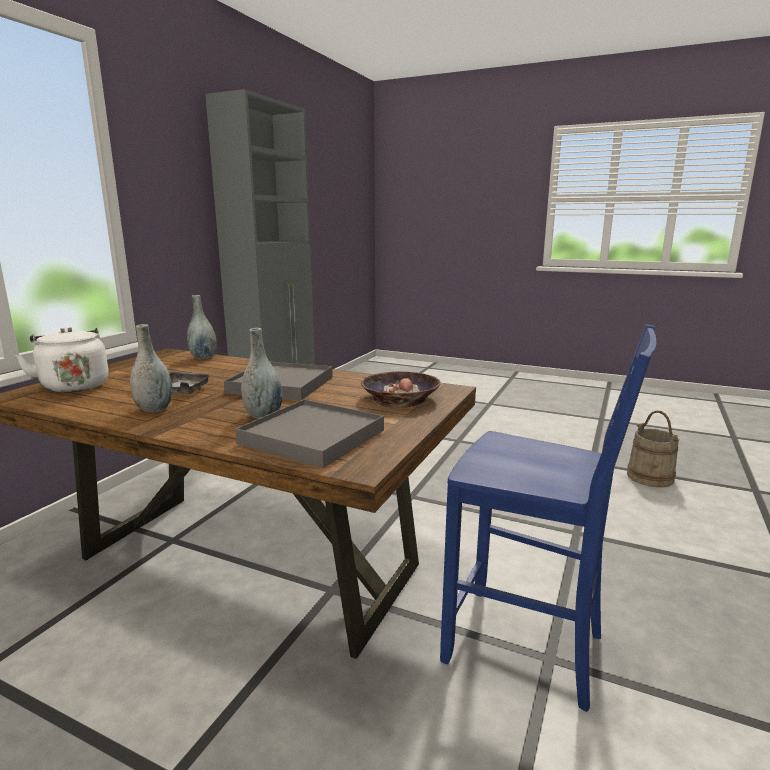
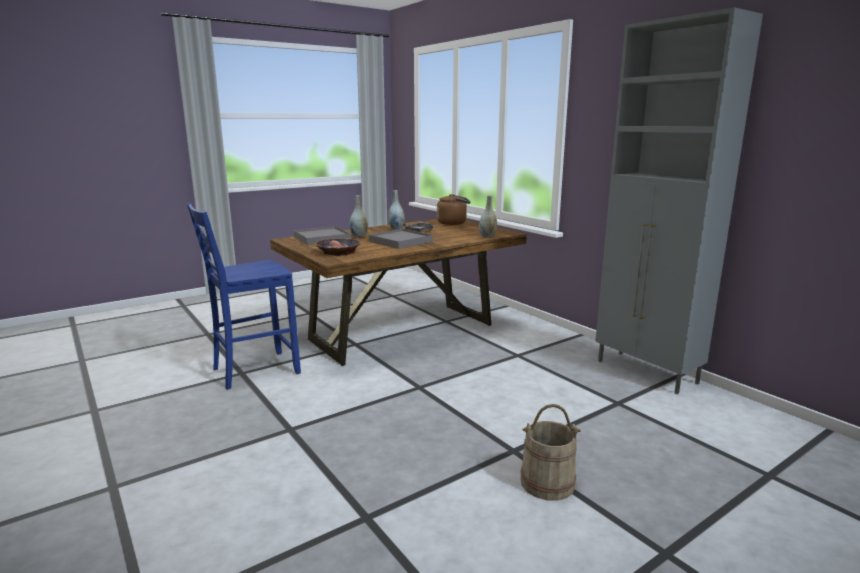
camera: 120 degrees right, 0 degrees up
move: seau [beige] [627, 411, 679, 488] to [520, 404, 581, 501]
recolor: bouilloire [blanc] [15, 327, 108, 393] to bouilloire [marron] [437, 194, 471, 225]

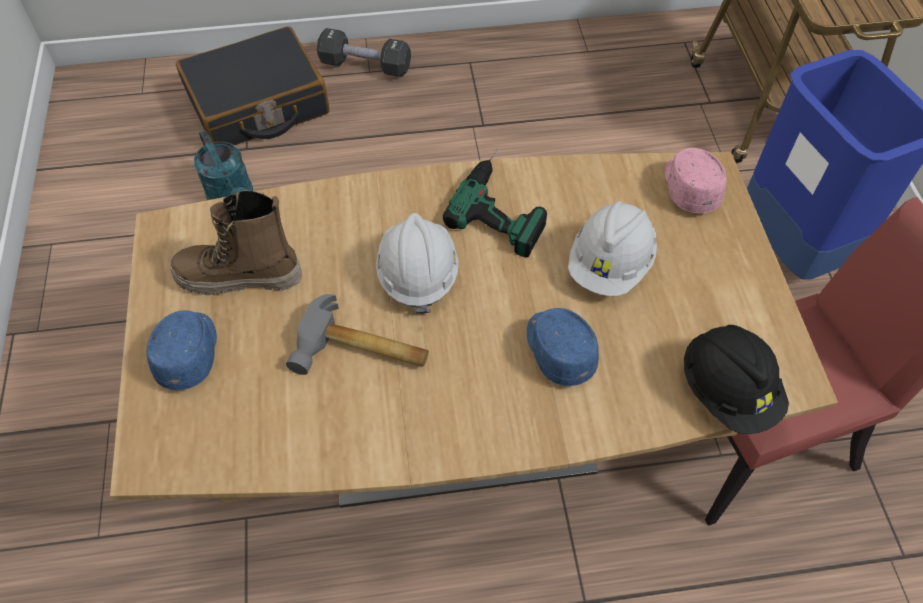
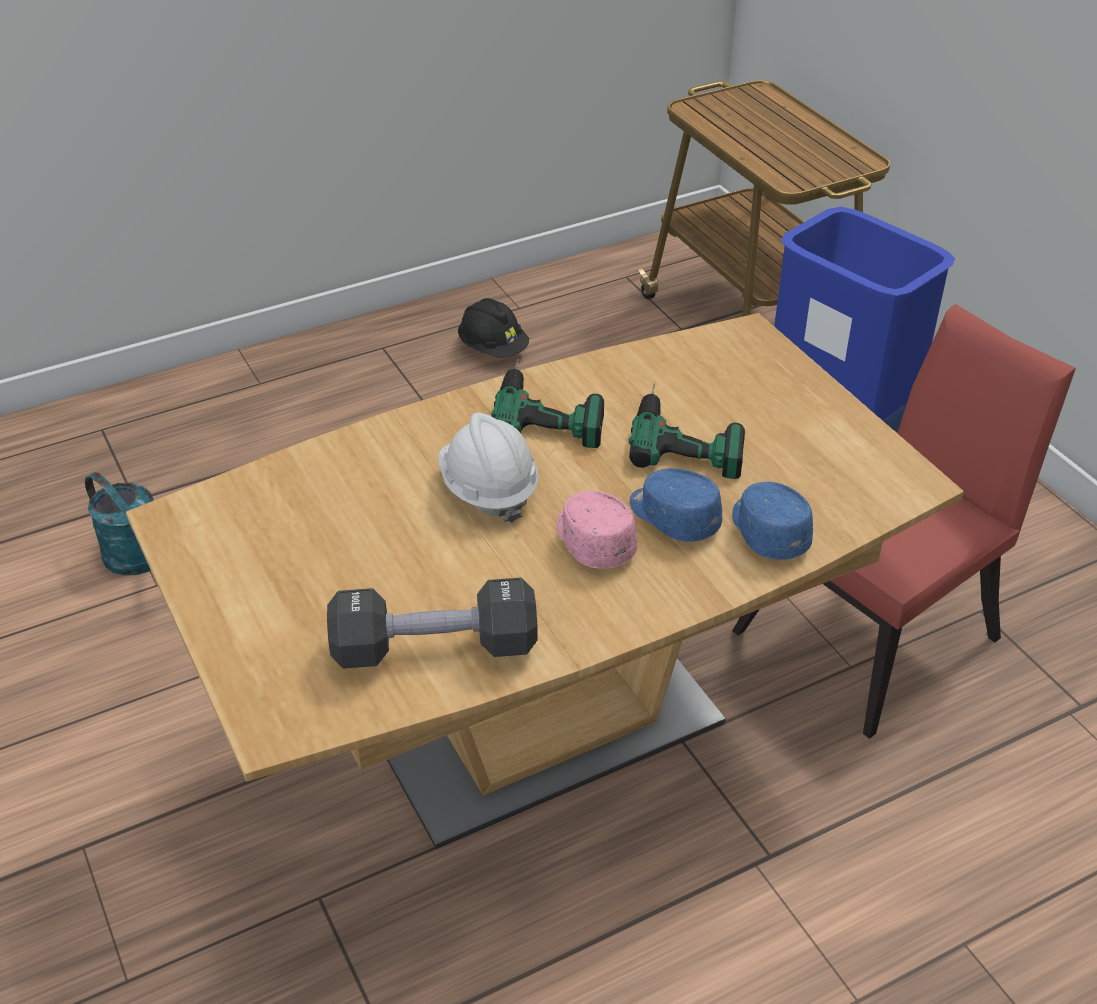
camera: 20 degrees left, 15 degrees down
delete: valise [noir] [176, 26, 330, 145]; botte [170, 190, 302, 295]; marteau [286, 294, 429, 375]
move: haltère [noir] [317, 28, 411, 77] to [327, 578, 538, 669]; casquette [rose] [665, 148, 726, 213] to [556, 491, 637, 569]; casquette [bleu] [146, 310, 217, 390] to [732, 482, 813, 559]; casque de chantier [noir] [684, 325, 789, 434] to [458, 298, 529, 358]
replace: casque de chantier [blanc] [568, 201, 657, 296] to perceuse [628, 382, 745, 479]

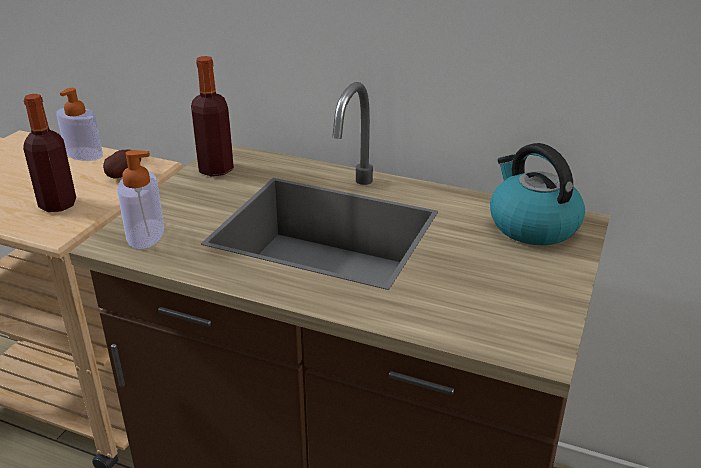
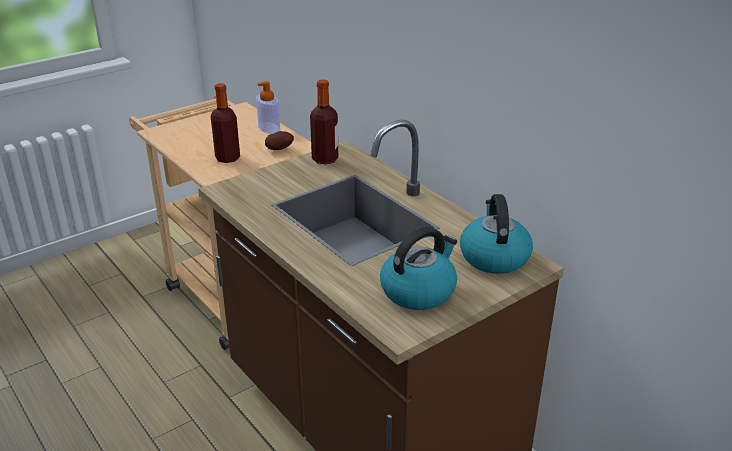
camera: 30 degrees right, 0 degrees up
delete: distributeur de savon [117, 150, 164, 249]
insert: bouilloire [380, 227, 457, 310]

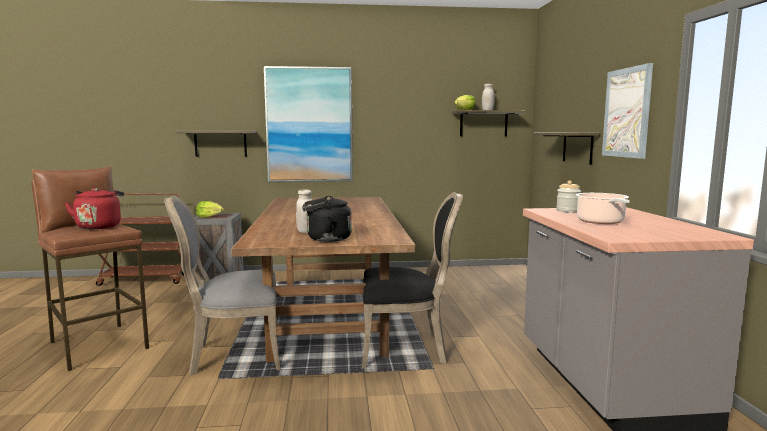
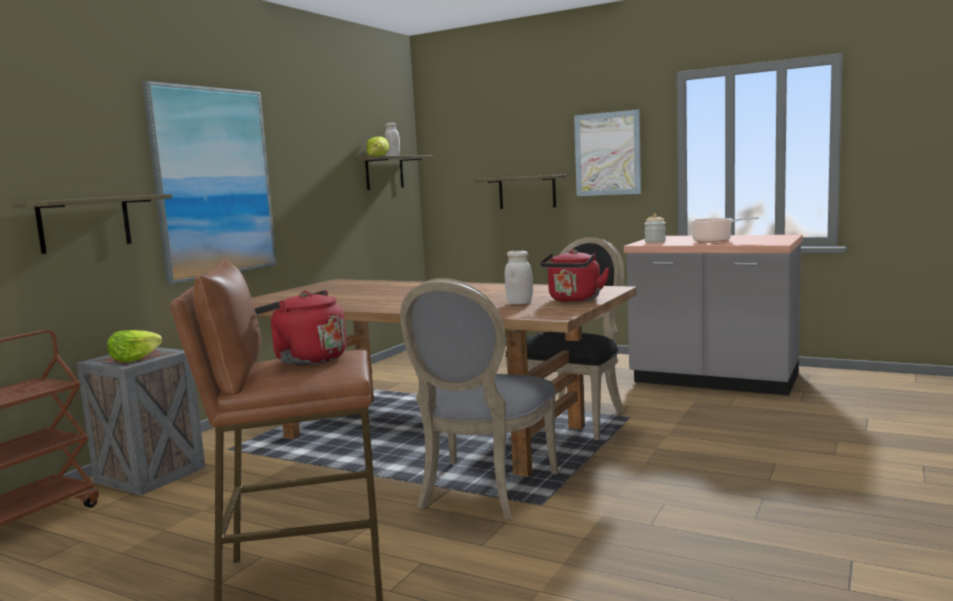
camera: 55 degrees left, 0 degrees up
recolor: bouilloire [noir] [302, 196, 352, 242] to bouilloire [rouge] [540, 249, 610, 302]

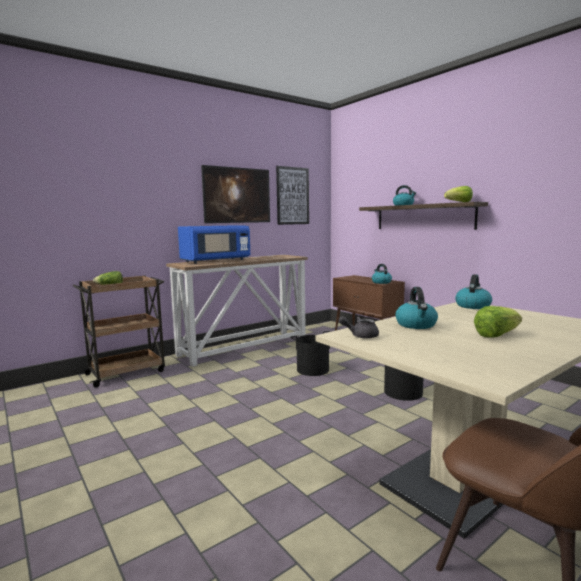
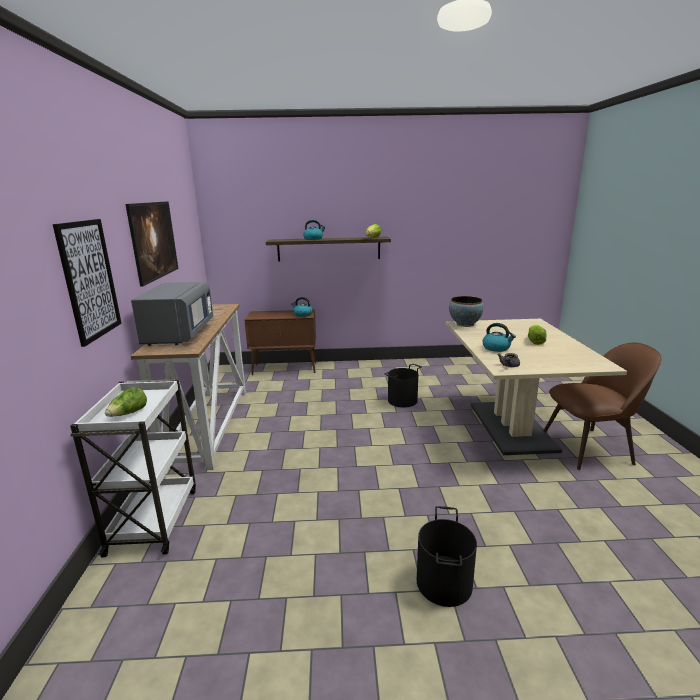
camera: 55 degrees left, 10 degrees up
move: tableau [276, 166, 309, 225] to [53, 219, 122, 347]; seau [noir] [290, 331, 330, 376] to [417, 506, 477, 607]
replace: bouilloire [455, 274, 492, 309] to bol [449, 296, 483, 327]
recolor: micro-ondes [bleu] [178, 226, 250, 264] to micro-ondes [gris] [131, 282, 213, 346]; chariot [marron] [73, 275, 165, 387] to chariot [blanc] [70, 379, 196, 557]

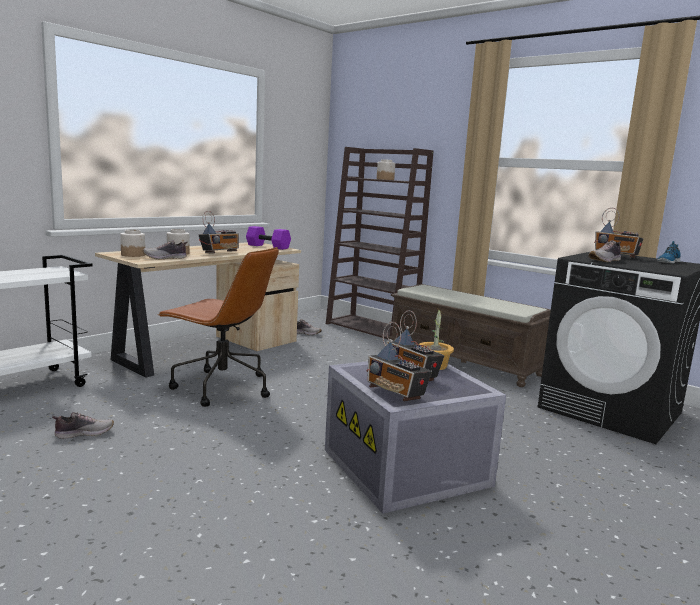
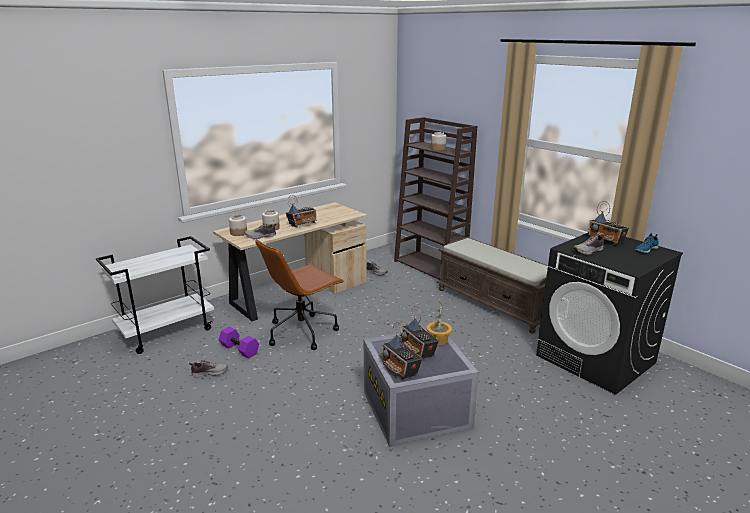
camera: 10 degrees right, 10 degrees up
move: haltère [violet] [246, 226, 291, 250] to [219, 327, 259, 358]
rotate: chaise de bureau [marron] [157, 247, 279, 407] = [255, 239, 344, 350] 105 degrees clockwise

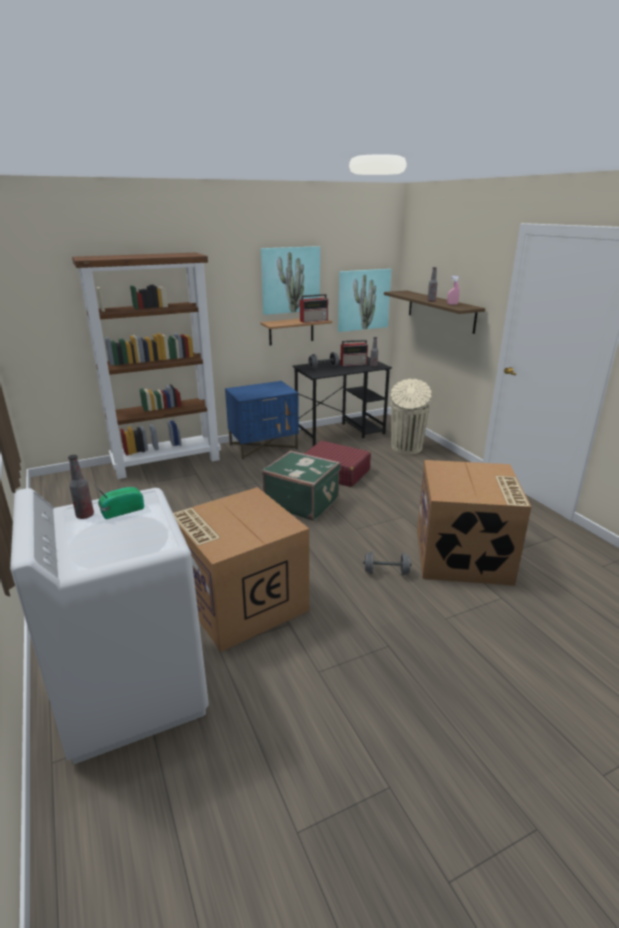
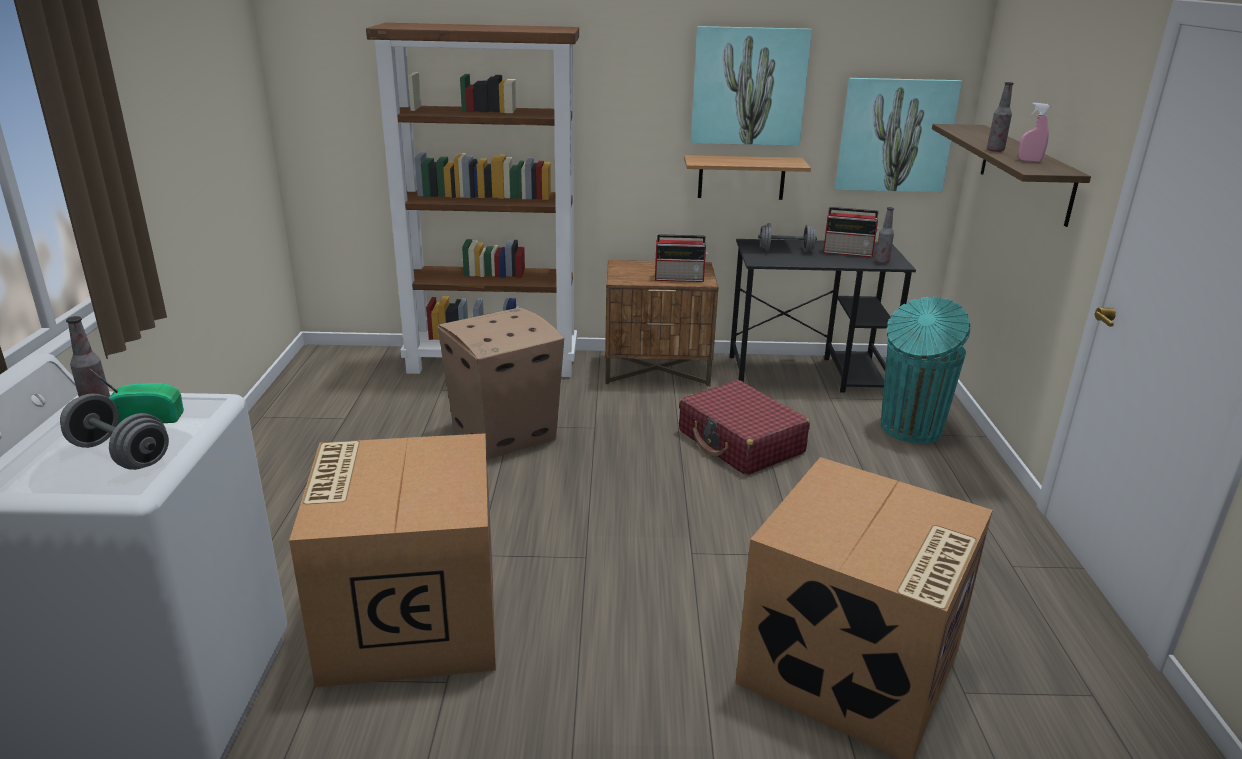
camera: 25 degrees right, 0 degrees up
delete: valise [vert] [262, 450, 341, 521]
insert: carton [437, 308, 564, 460]
move: radio [300, 294, 328, 323] to [655, 234, 708, 282]; haltère [gris] [363, 551, 411, 576] to [60, 393, 169, 470]
recolor: poubelle [beige] [391, 379, 432, 454] to poubelle [turquoise] [881, 297, 971, 444]; table de chevet [bleu] [225, 381, 299, 460] to table de chevet [marron] [605, 260, 718, 387]

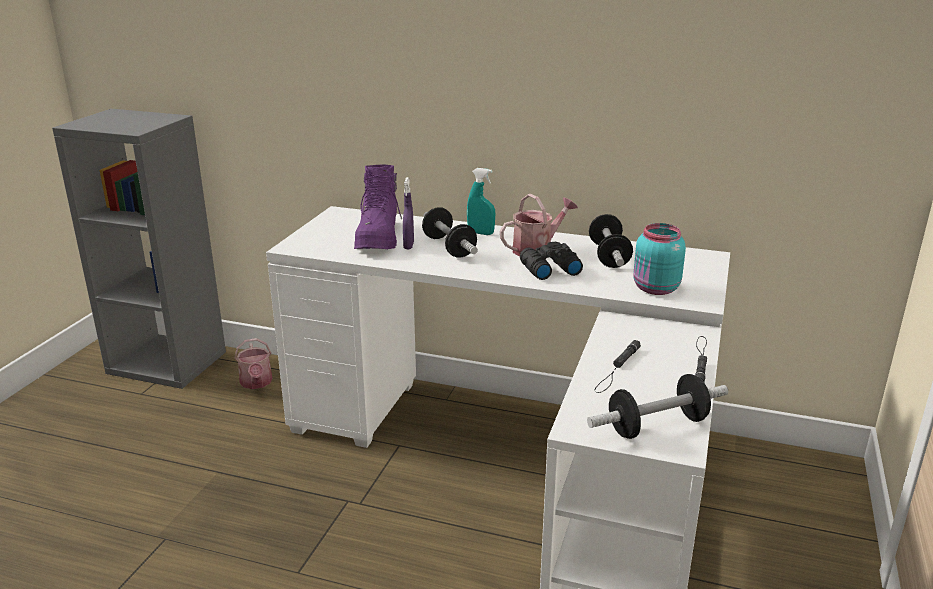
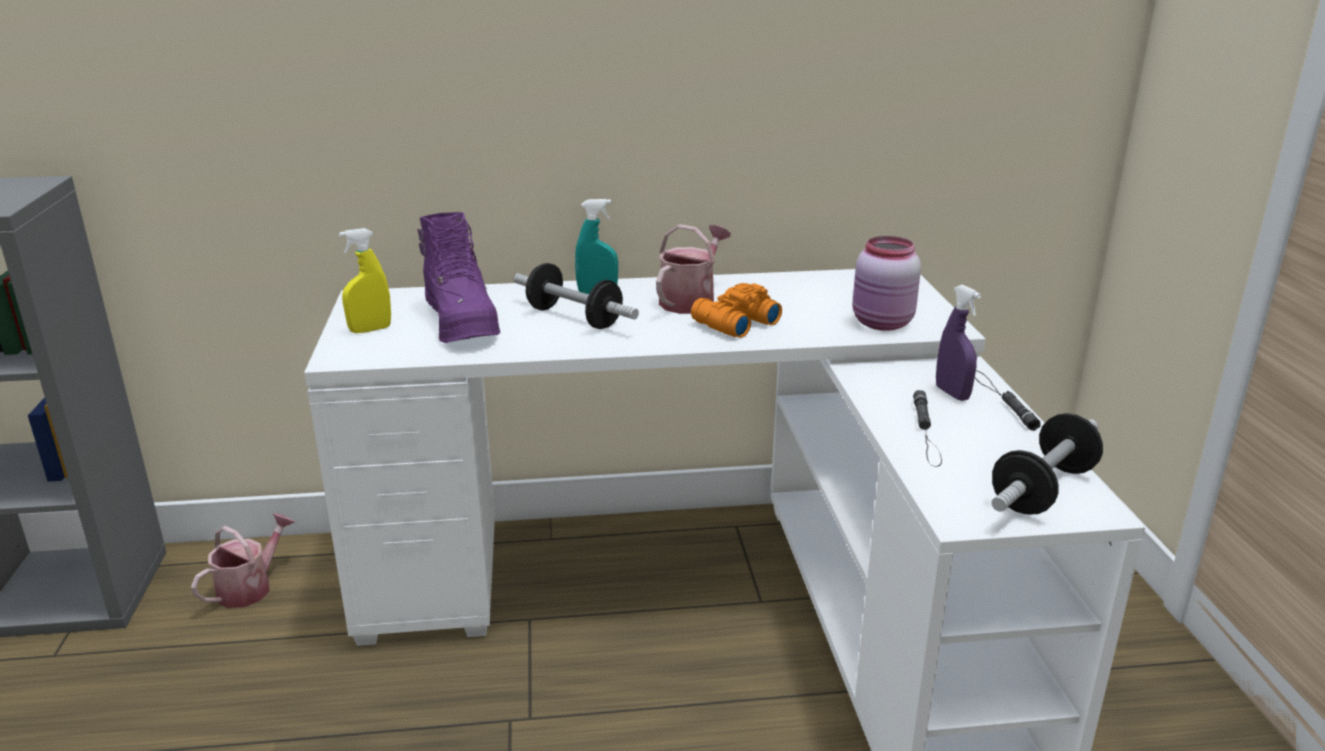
camera: 25 degrees left, 0 degrees up
delete: haltère [589, 214, 633, 268]
insert: vaporisateur [jaune] [339, 228, 391, 333]
move: vaporisateur [violet] [403, 177, 414, 249] to [936, 285, 981, 401]
recolor: bocal [turquoise] [633, 223, 686, 295] to bocal [rose] [853, 236, 921, 331]; jumelles [noir] [520, 242, 583, 280] to jumelles [orange] [691, 283, 782, 338]
rotate: arrosoir [234, 338, 272, 389] = [191, 513, 295, 608] 105 degrees counterclockwise

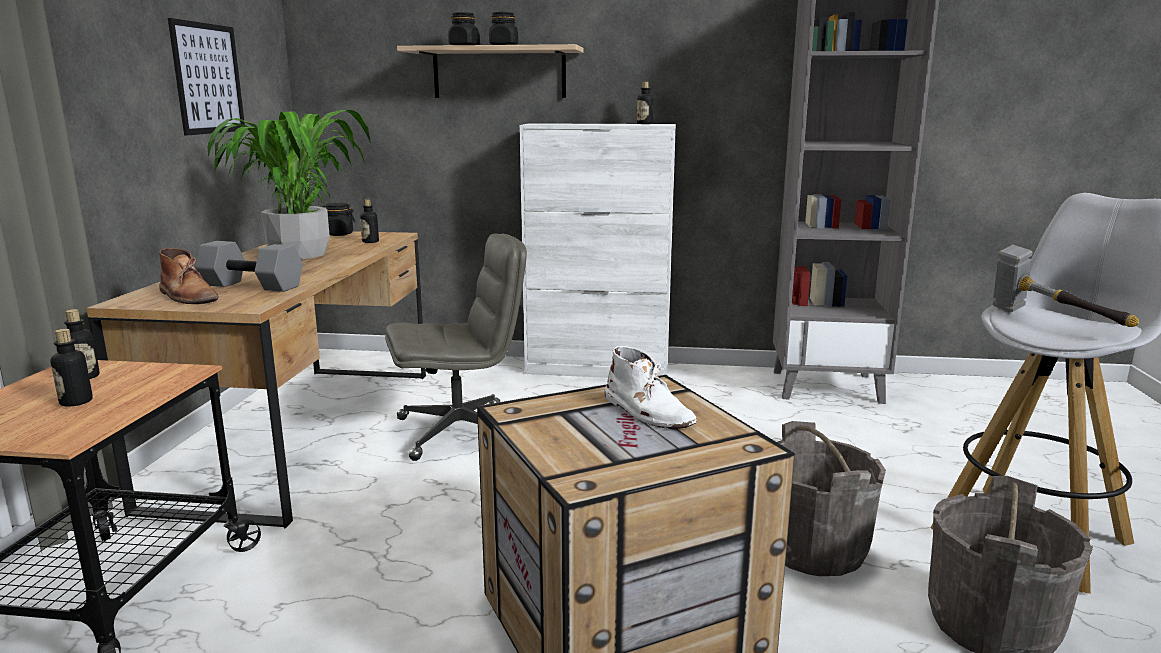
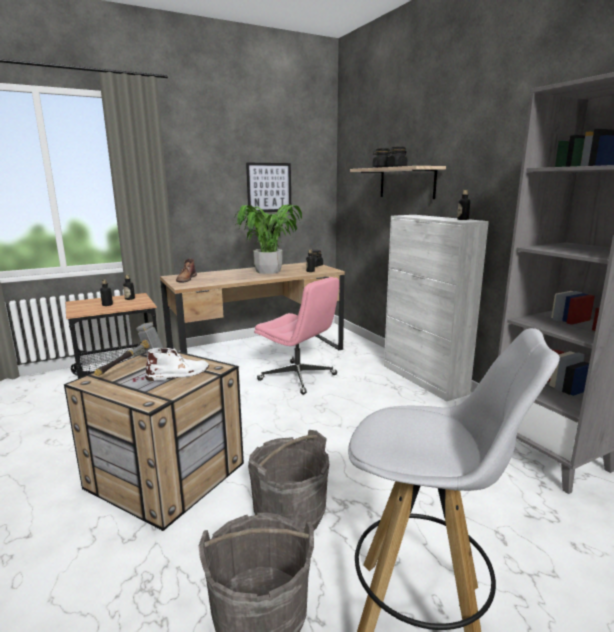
camera: 55 degrees right, 0 degrees up
delete: haltère [gris] [195, 241, 303, 292]
move: marteau [992, 245, 1139, 327] to [94, 322, 163, 376]
recolor: chaise de bureau [gris] [385, 234, 527, 461] to chaise de bureau [rose] [254, 277, 339, 395]
rotate: botte [blanc] [605, 346, 697, 429] = [145, 348, 209, 381] 135 degrees counterclockwise

